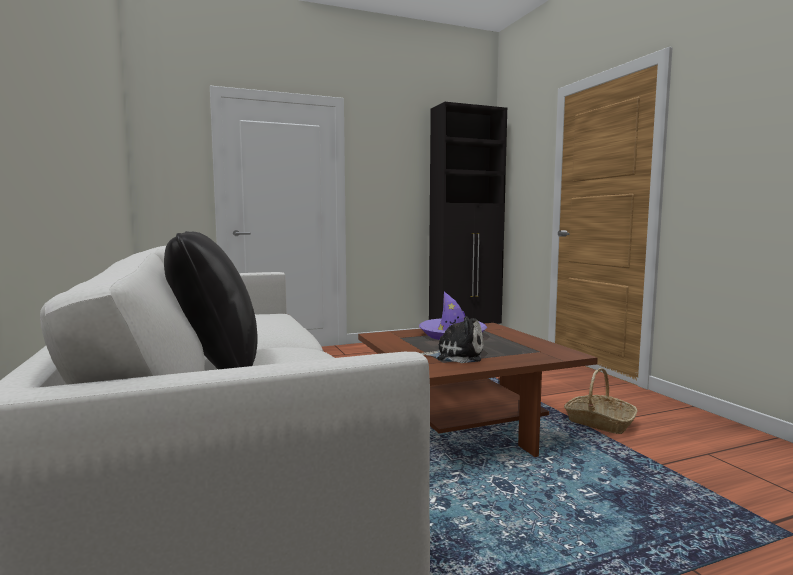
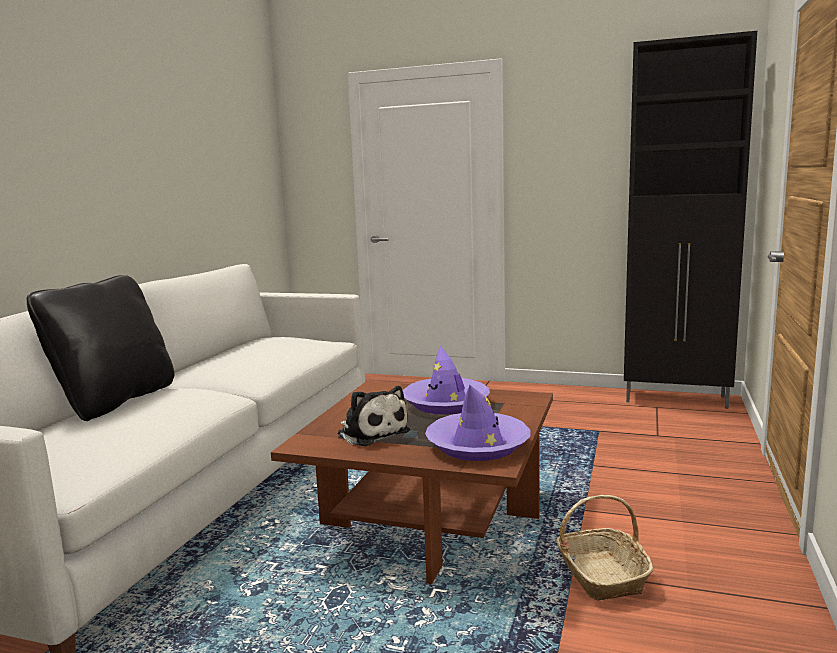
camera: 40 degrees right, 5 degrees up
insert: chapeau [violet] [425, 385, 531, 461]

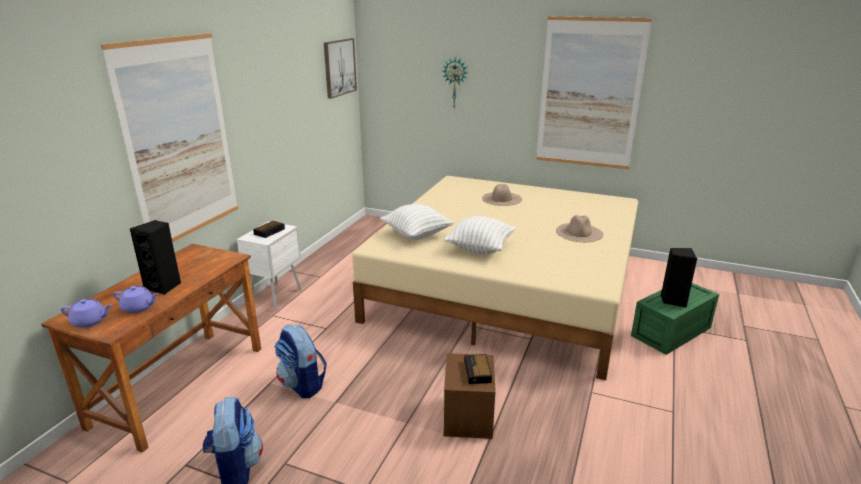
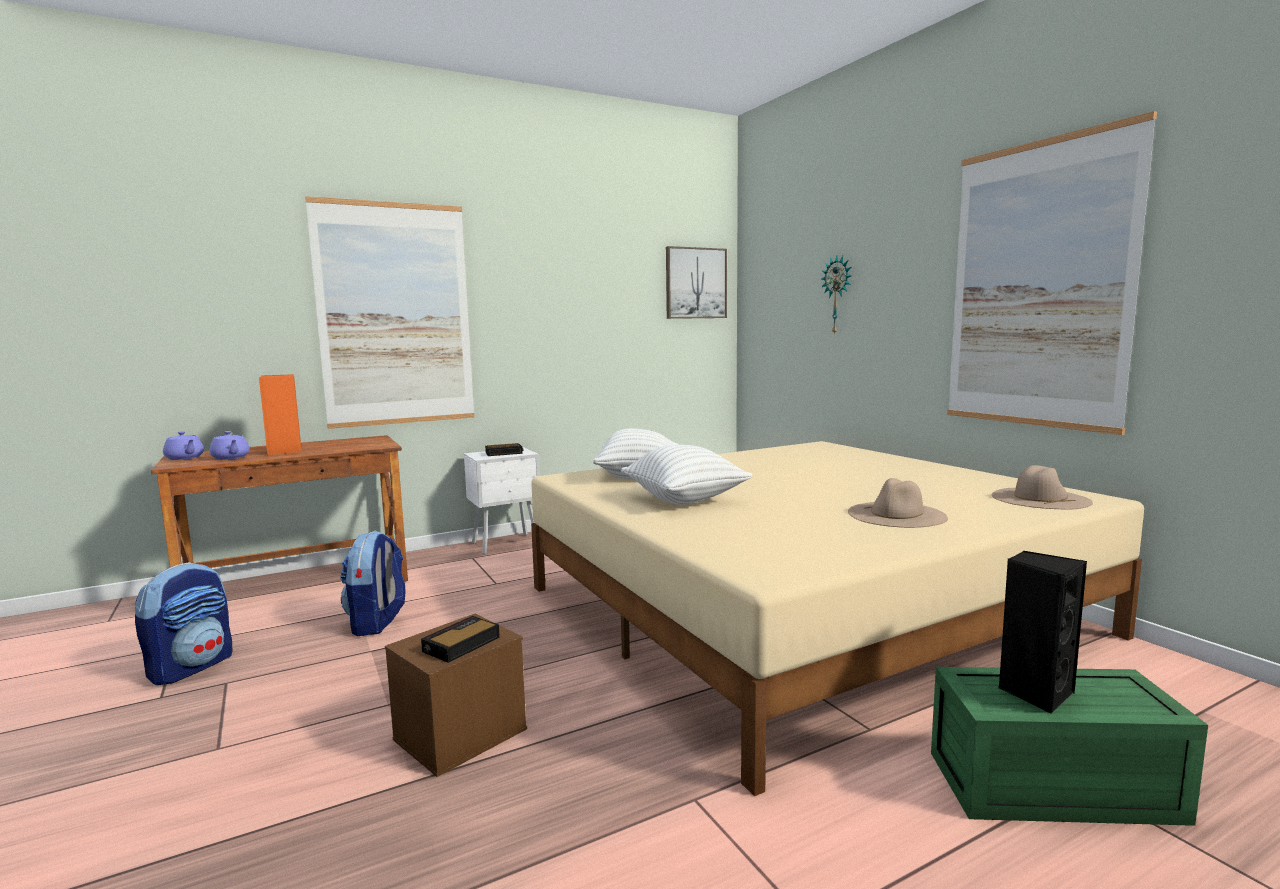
camera: 40 degrees right, 15 degrees down
move: chapeau [beige] [482, 184, 522, 206] to [992, 465, 1093, 510]
recolor: enceinte [noir] [130, 220, 181, 295] to enceinte [orange] [259, 374, 302, 455]

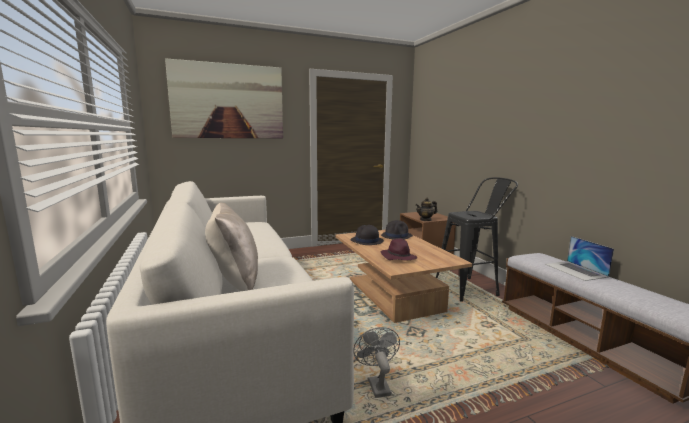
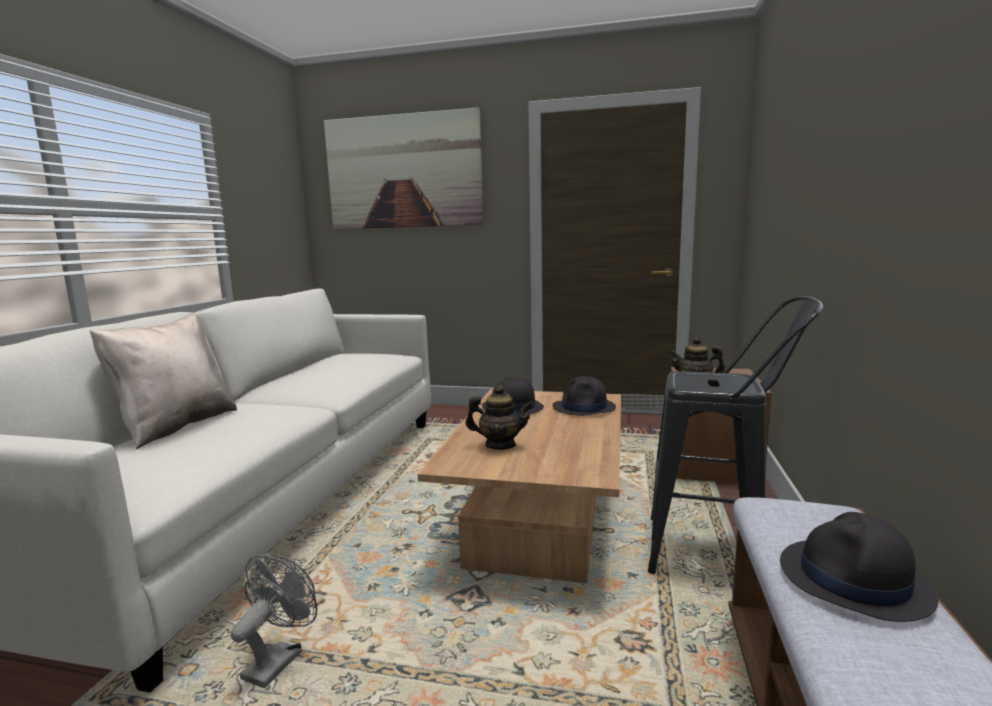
camera: 35 degrees right, 0 degrees up
replace: ordinateur portable [545, 236, 614, 281] to chapeau [noir] [780, 512, 939, 622]; chapeau [violet] [381, 238, 417, 260] to théière [465, 385, 533, 450]

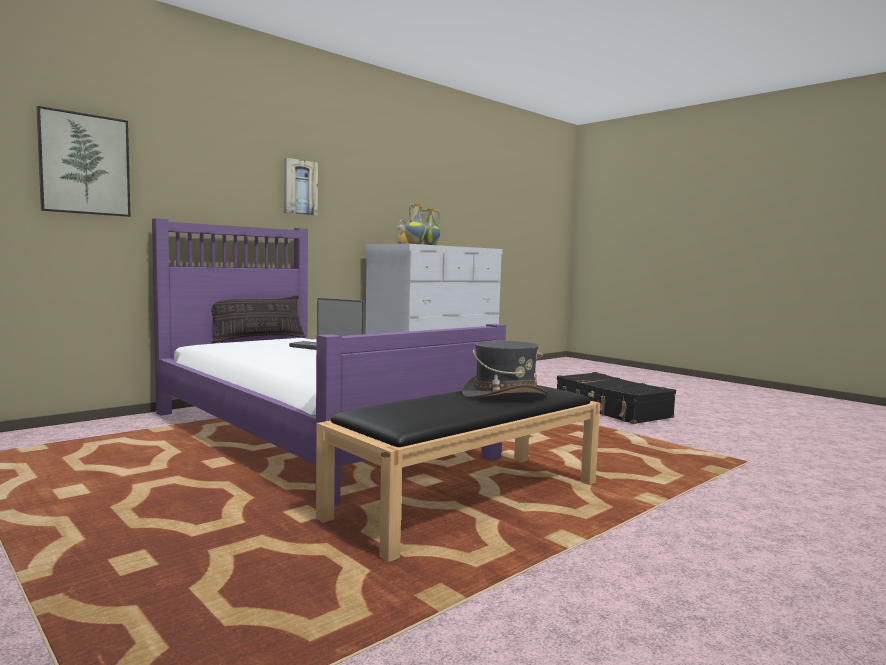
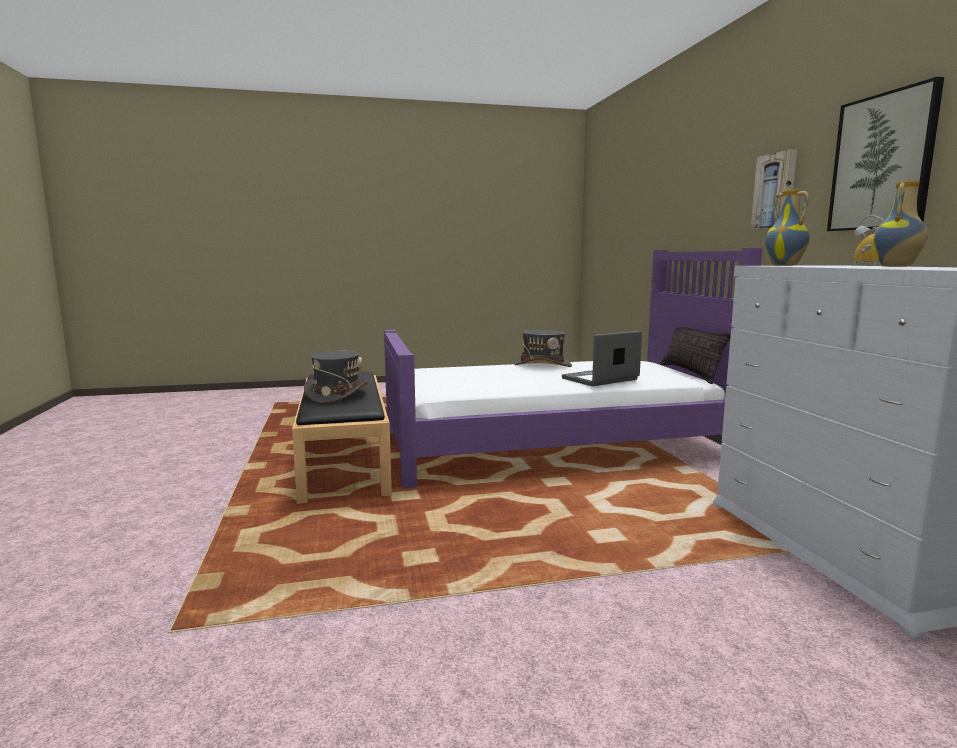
camera: 120 degrees right, 5 degrees up
delete: valise [noir] [557, 372, 676, 424]
insert: chapeau [gris] [514, 330, 572, 367]
move: tableau [37, 106, 130, 217] to [827, 77, 944, 231]

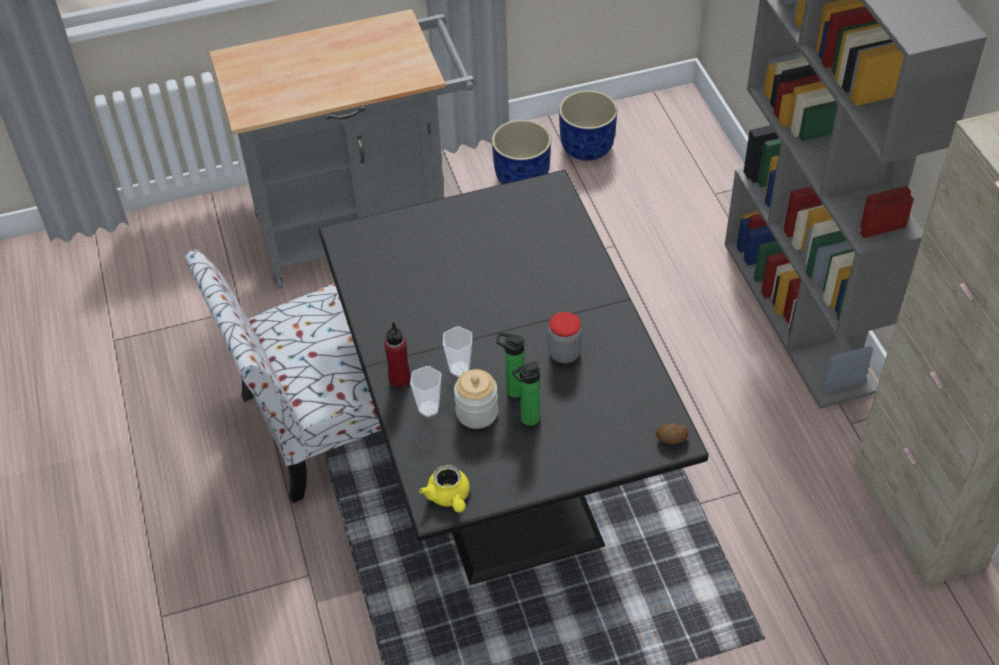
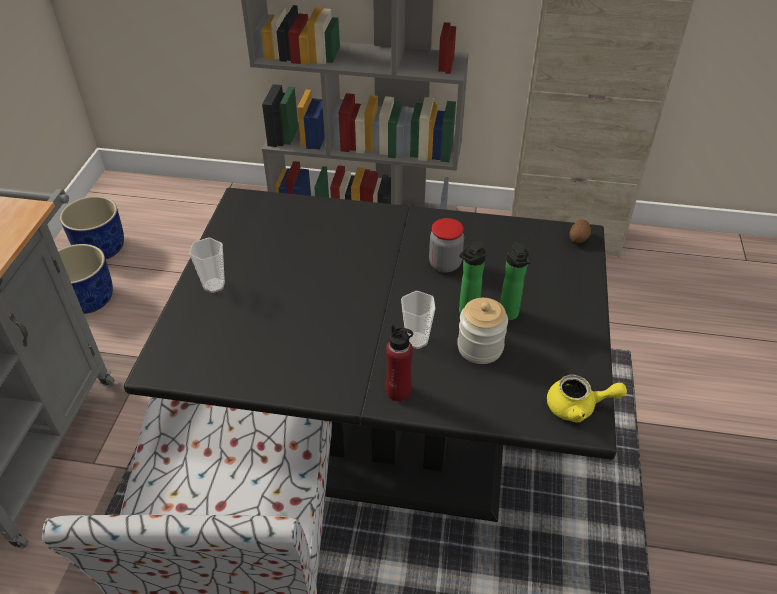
camera: 65 degrees left, 5 degrees down
move: tasse [410, 366, 442, 417] to [189, 238, 225, 293]

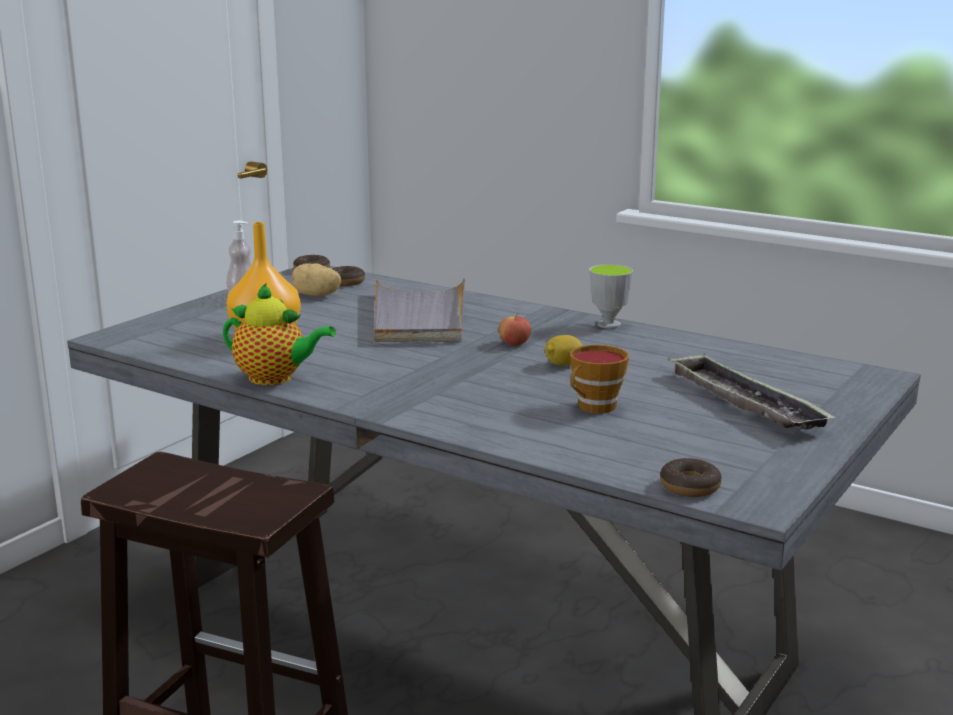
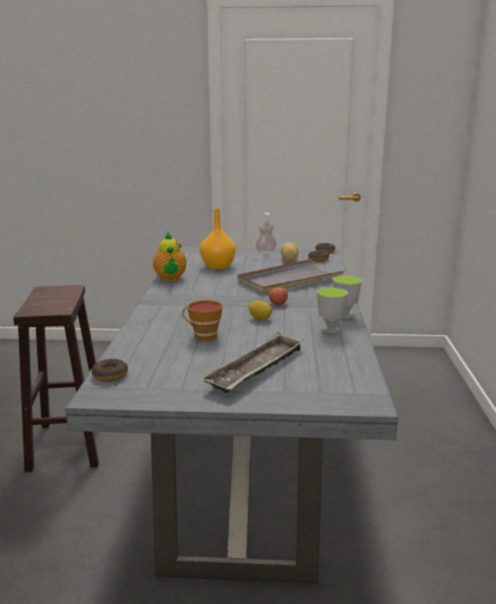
camera: 60 degrees right, 0 degrees up
insert: tasse [317, 287, 348, 333]

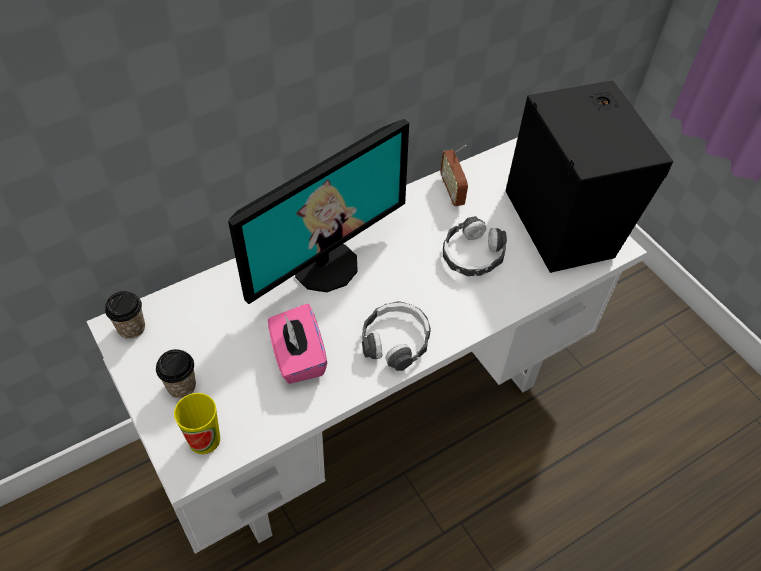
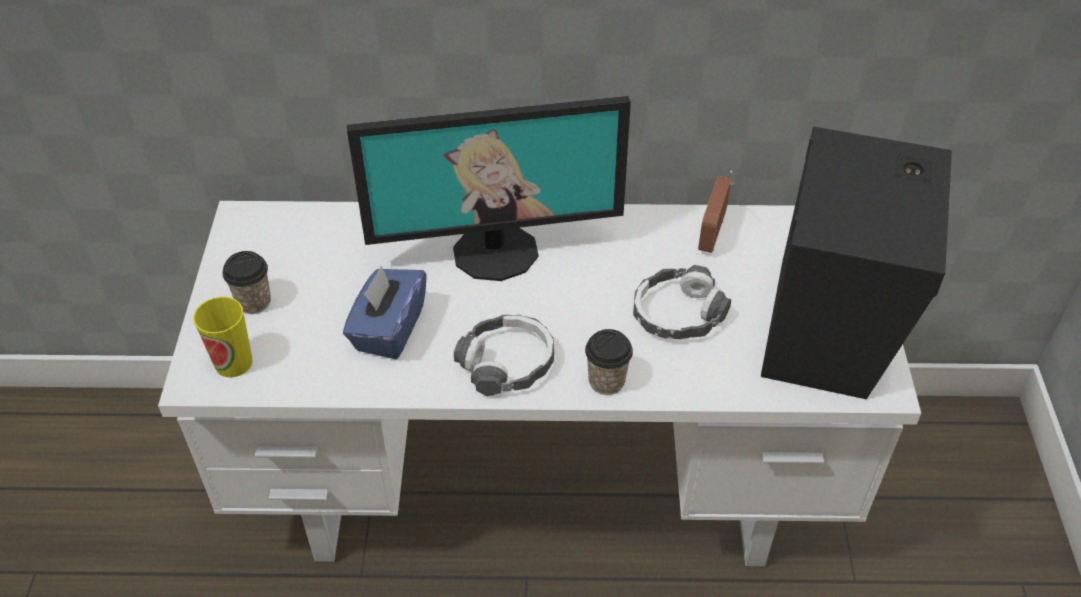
camera: 35 degrees right, 5 degrees down
move: tasse [105, 291, 145, 339] to [585, 329, 633, 395]
recolor: boîte à mouchoirs [rose] [268, 304, 327, 384] to boîte à mouchoirs [bleu] [343, 266, 427, 359]

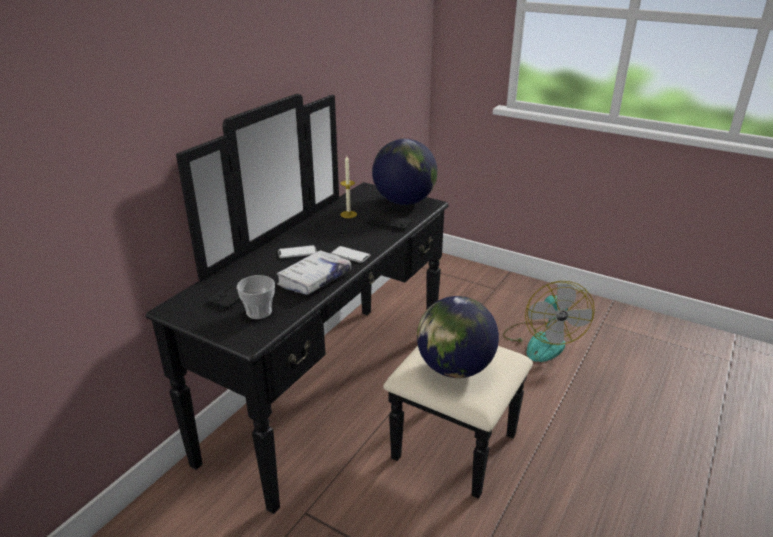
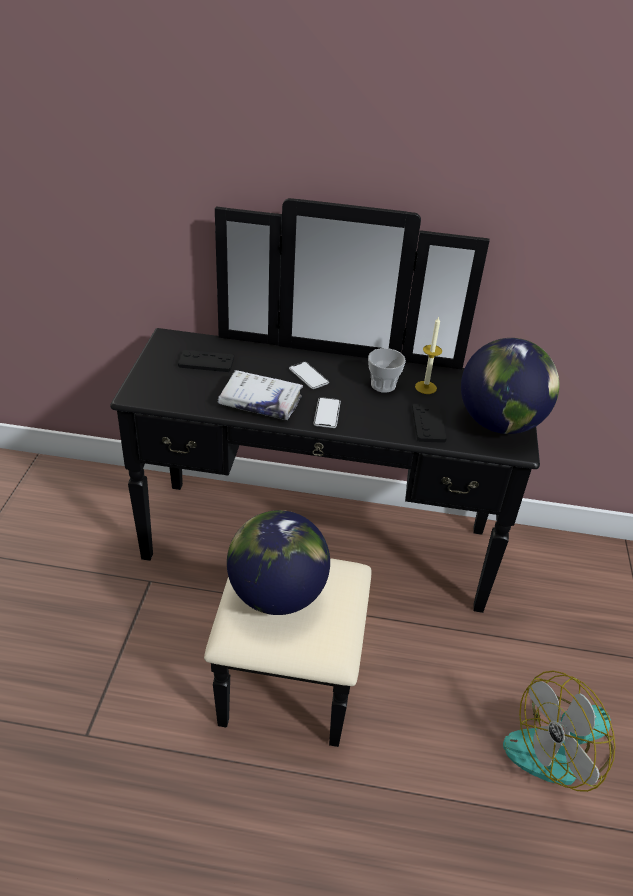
camera: 65 degrees right, 10 degrees up
move: tasse [237, 275, 275, 319] to [368, 348, 406, 393]

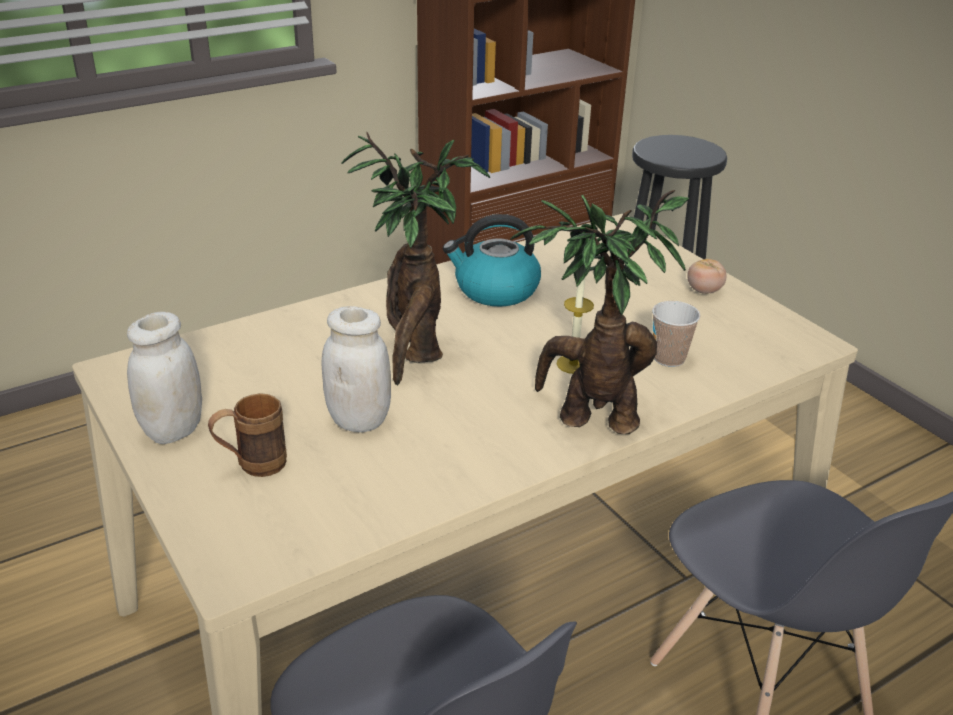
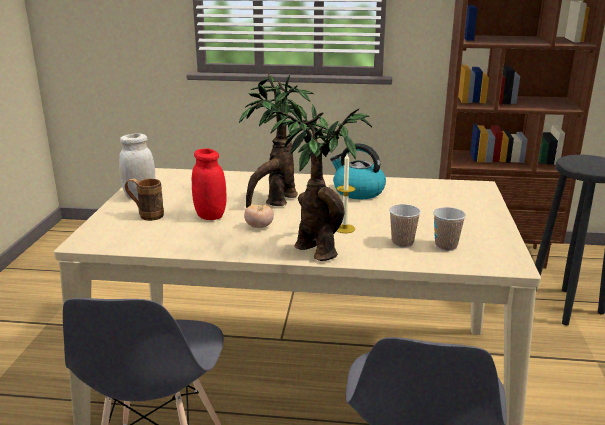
camera: 40 degrees right, 10 degrees down
insert: tasse [433, 207, 466, 251]
move: tomate [687, 259, 726, 294] to [244, 205, 274, 228]
recolor: bocal [blanc] [322, 306, 391, 432] to bocal [rouge] [192, 148, 227, 220]

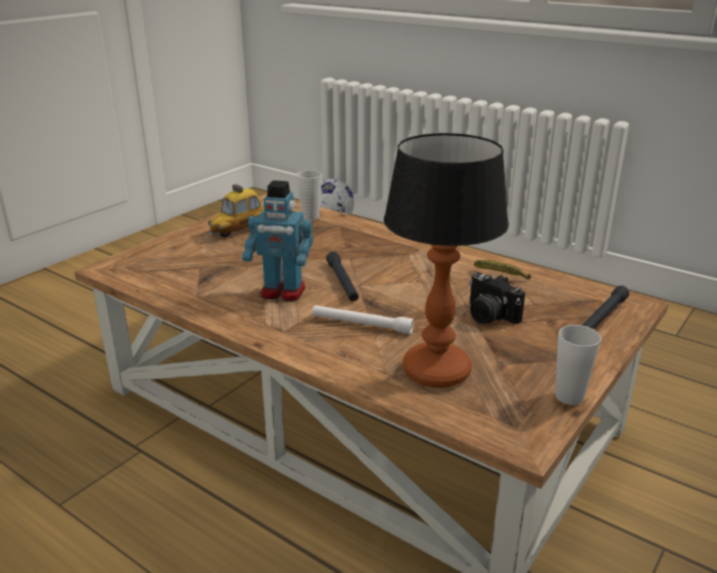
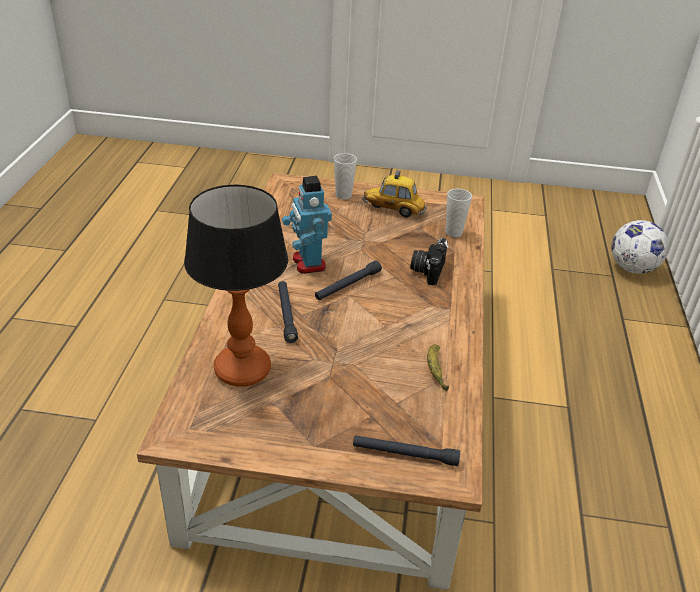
camera: 60 degrees right, 10 degrees up
move: appareil photo [469, 272, 525, 324] to [410, 238, 449, 285]; tasse [555, 325, 602, 405] to [334, 153, 357, 199]
recolor: lampe de poche [blanc] [312, 305, 414, 334] to lampe de poche [noir] [278, 281, 298, 343]

